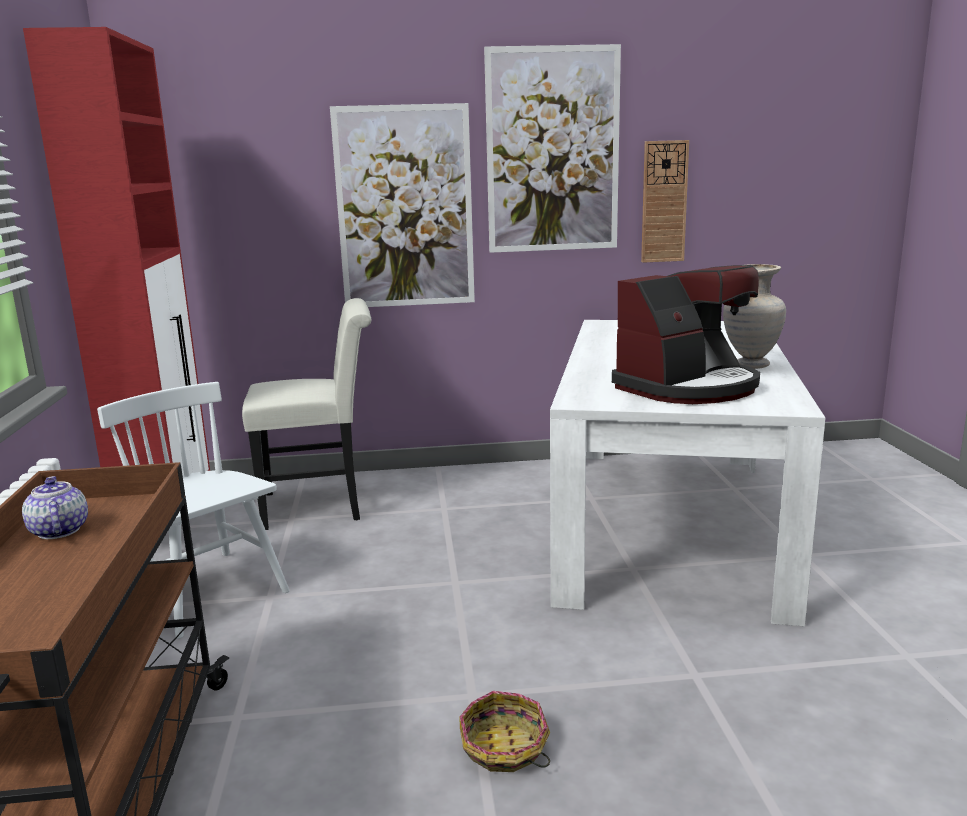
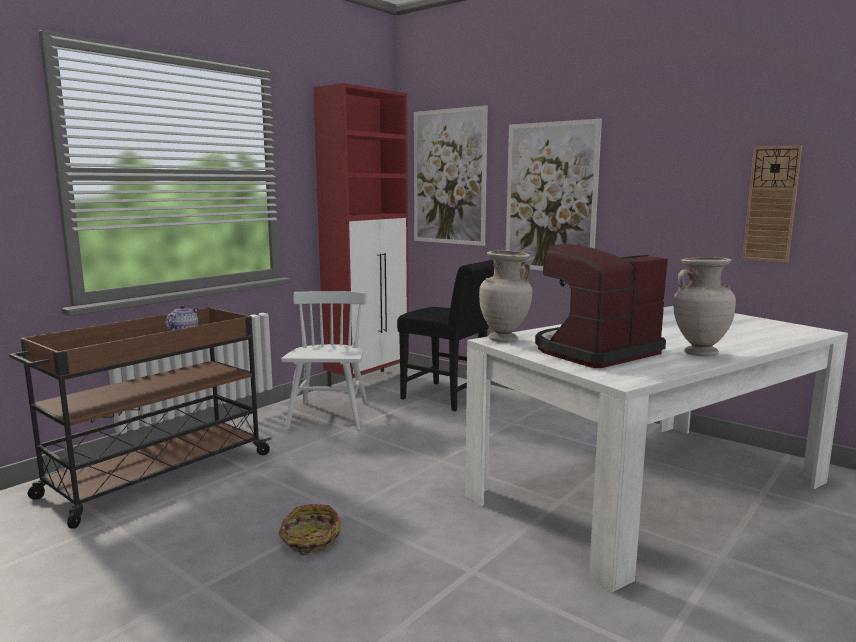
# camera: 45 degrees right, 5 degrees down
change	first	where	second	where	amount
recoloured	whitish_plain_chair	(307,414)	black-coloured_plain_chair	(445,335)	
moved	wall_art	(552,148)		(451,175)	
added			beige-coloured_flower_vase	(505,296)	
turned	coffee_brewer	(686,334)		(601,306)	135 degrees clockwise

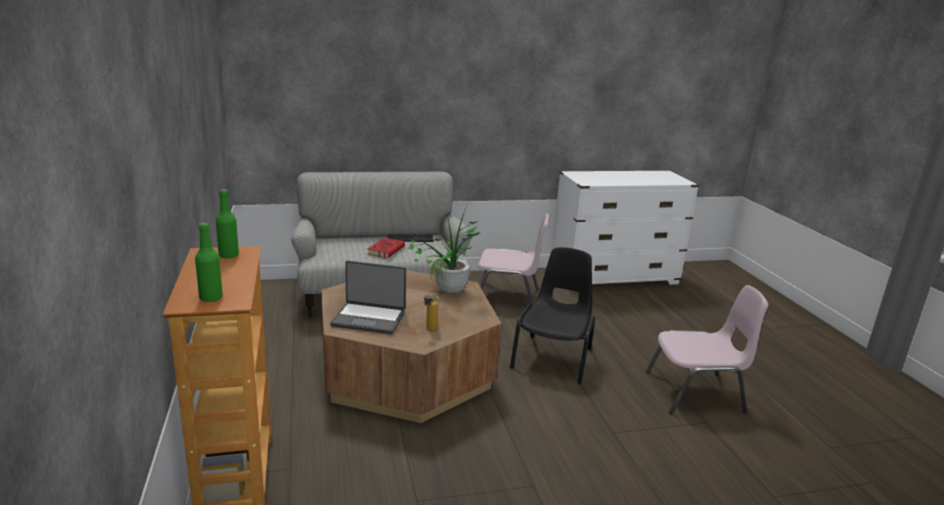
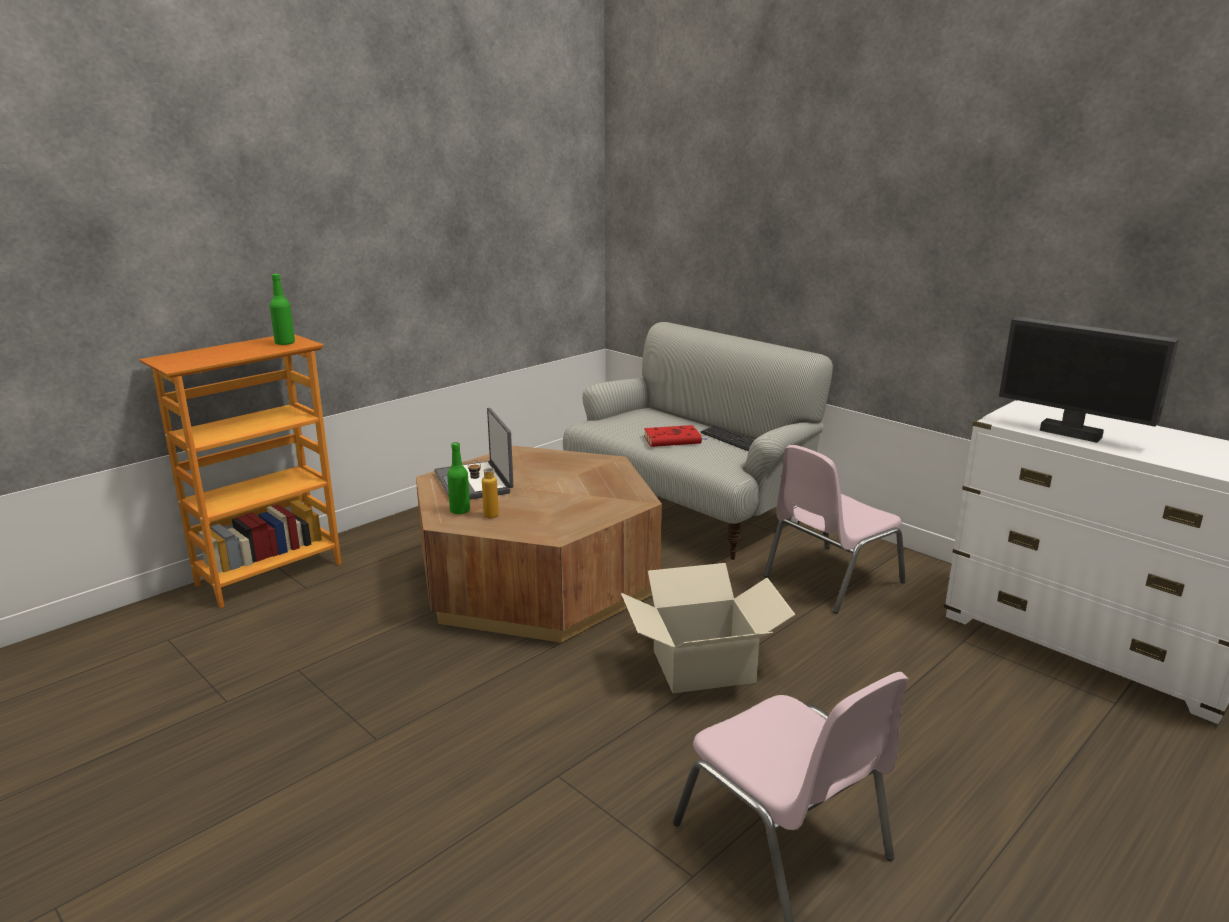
# camera: 60 degrees right, 0 degrees up
change	first	where	second	where	amount
moved	green_drink_bottle	(209,262)		(458,478)	
replaced	black-coloured_plain_chair	(552,315)	packing_box	(708,628)	
turned	pink_plain_chair	(513,259)		(835,529)	75 degrees clockwise
added			computer_display	(1089,380)	
removed	plant_in_a_pot	(443,250)			

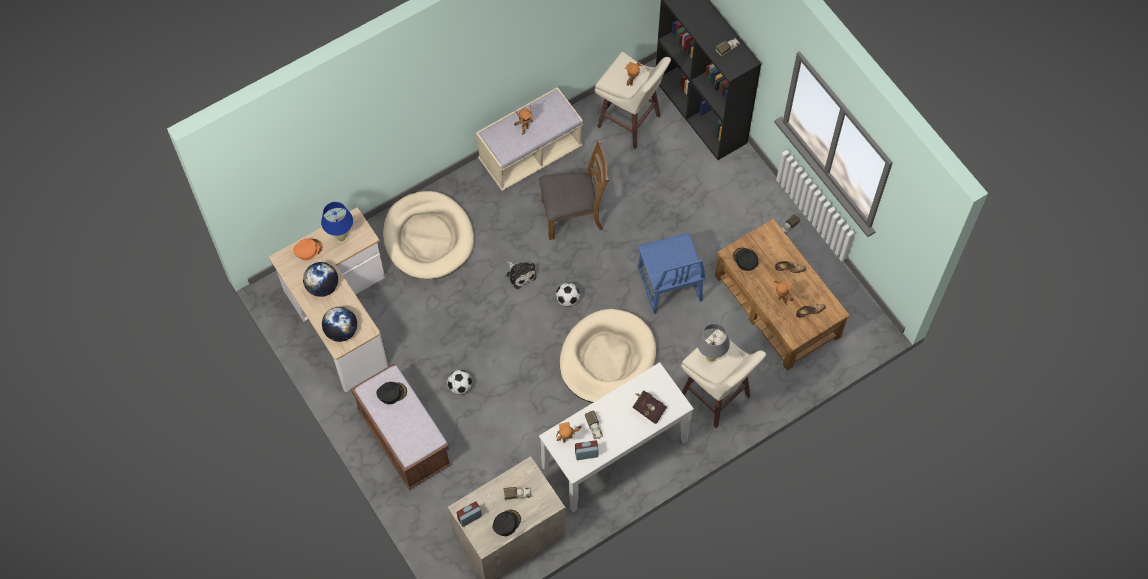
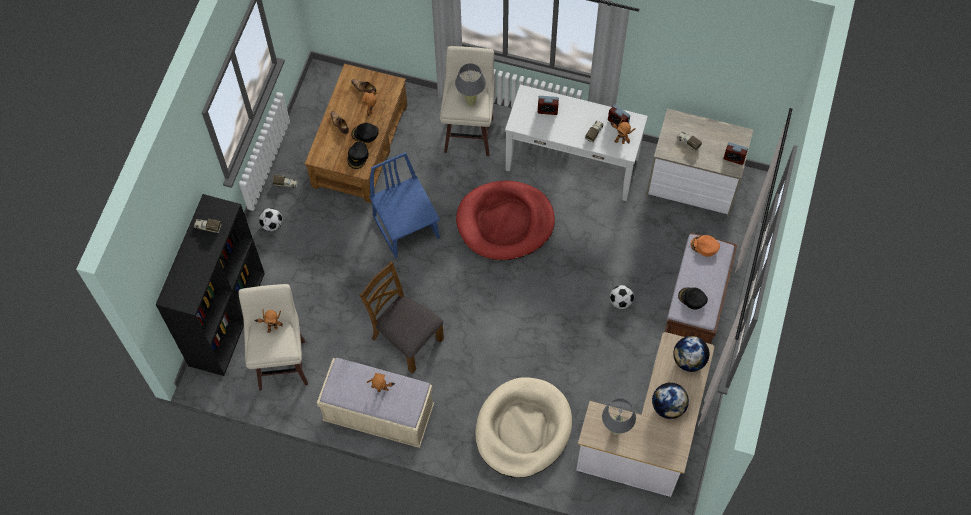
# camera: 130 degrees left, 0 degrees up
change	first	where	second	where	amount
moved	football	(568,295)		(270,219)	
moved	black-coloured_baseball_cap	(507,523)		(365,133)	
turned	bluish_plain_chair	(672,273)		(404,205)	60 degrees counterclockwise
recoloured	beige-coloured_pet_bed	(608,356)	reddish_pet_bed	(505,220)	
replaced	reddish_bound_book	(650,407)	bedside_clock	(548,105)	
recoloured	bluish_table_lamp	(337,222)	greyish_table_lamp	(619,416)	
moved	orange_baseball_cap	(308,249)		(705,246)	
removed	soft_toy	(521,275)			

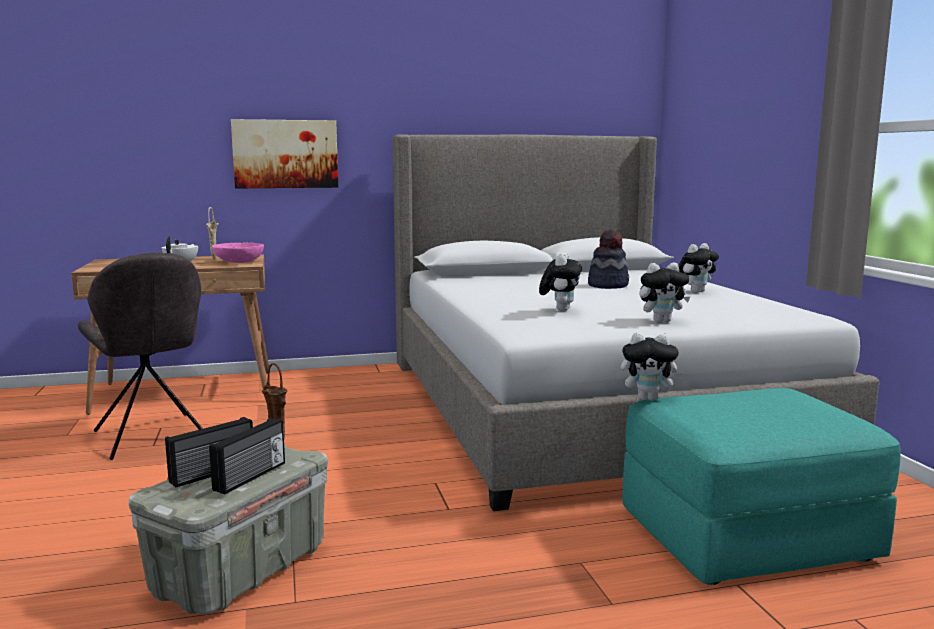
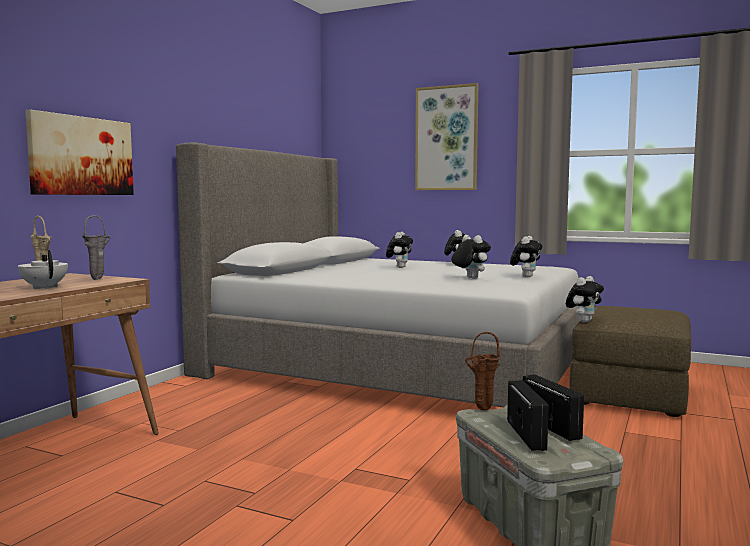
# camera: 50 degrees left, 5 degrees down
change	first	where	second	where	amount
replaced	pink_bowl	(238,252)	greyish_flower_vase	(96,247)	
replaced	clothing_hat	(608,259)	soft_toy	(399,250)	
added			wall_art	(446,136)	
recoloured	turquoise_pouffe	(762,486)	brown-coloured_pouffe	(630,361)	
removed	greyish_plain_chair	(140,356)			

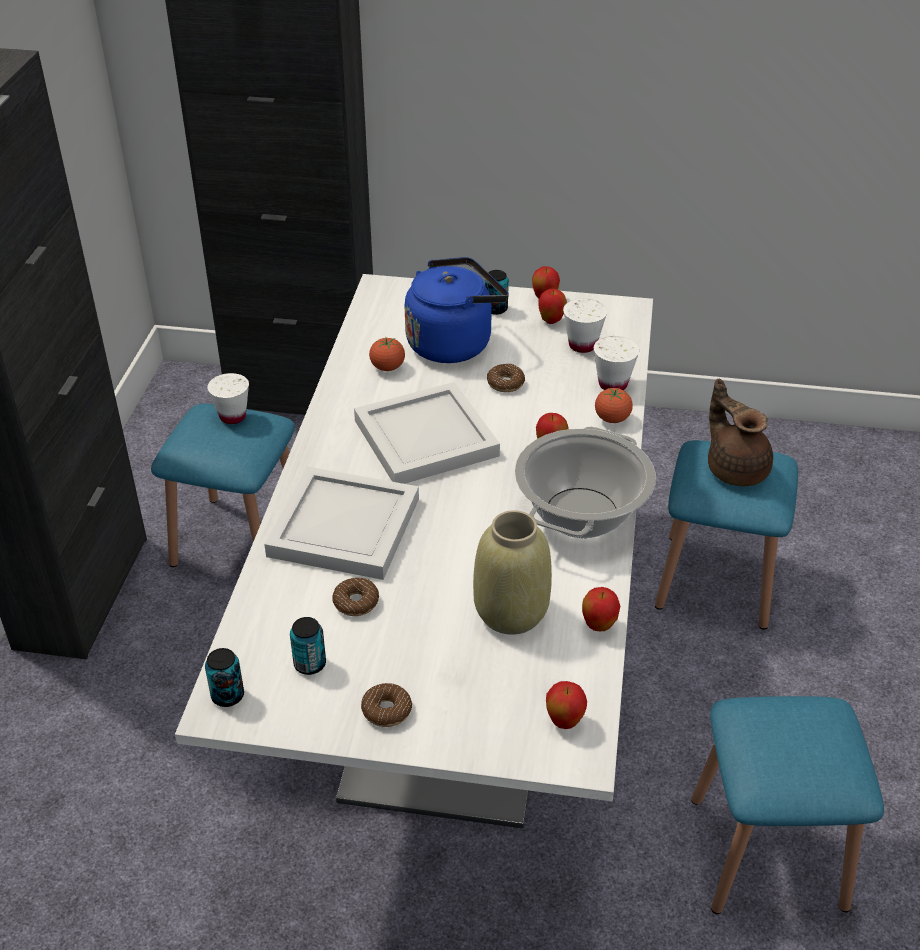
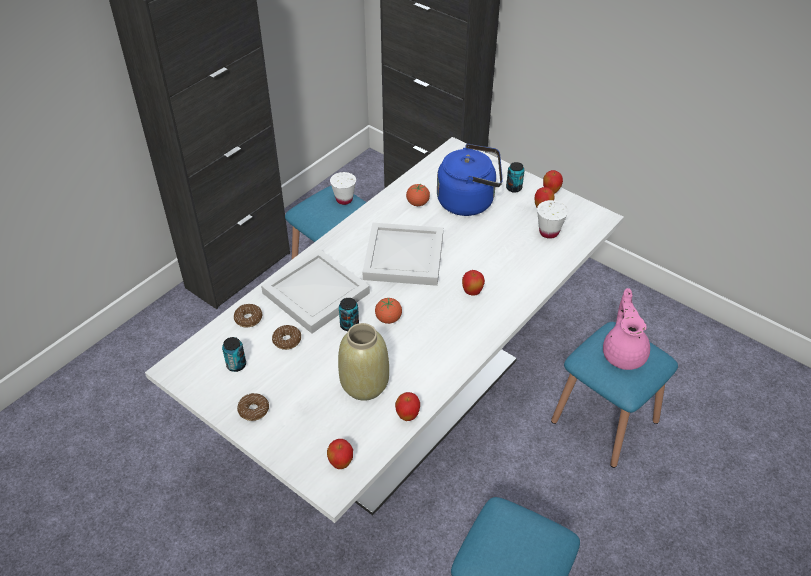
# camera: 30 degrees right, 5 degrees up
change	first	where	second	where	amount
moved	ring_doughnut	(506,378)		(248,315)	
moved	metal_can	(224,677)		(349,314)	
moved	fresh_tomato	(614,405)		(388,311)	
recoloured	brown-coloured_tea_pot	(740,432)	pink_tea_pot	(626,329)	
removed	cooking_pot	(585,482)			
removed	whitish_cup	(617,363)			

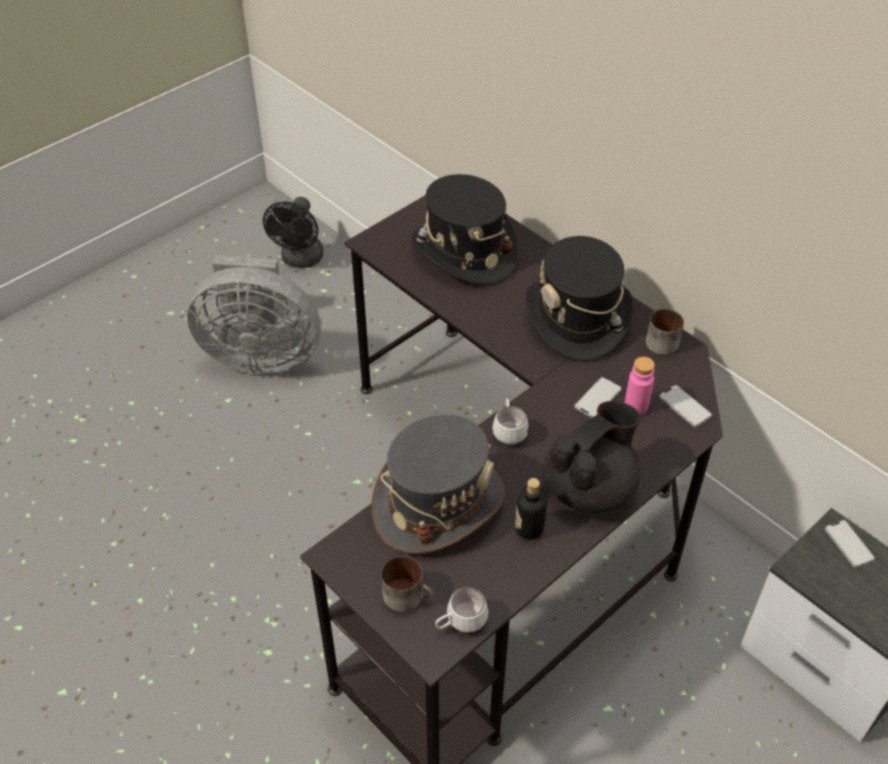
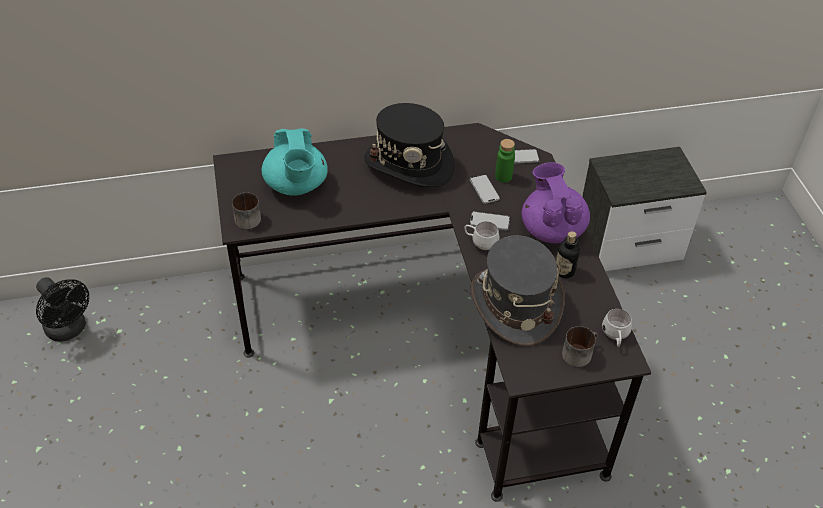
# camera: 60 degrees left, 0 degrees up
change	first	where	second	where	amount
moved	coffee_mug	(665,332)		(246,210)	
replaced	black-coloured_clothing_hat	(465,230)	turquoise_tea_pot	(294,161)	
moved	telephone	(850,544)		(490,221)	
recoloured	pink_drink_bottle	(640,386)	green_drink_bottle	(505,161)	
recoloured	black-coloured_tea_pot	(592,457)	purple-coloured_tea_pot	(555,202)	
removed	greyish_fan	(254,315)			

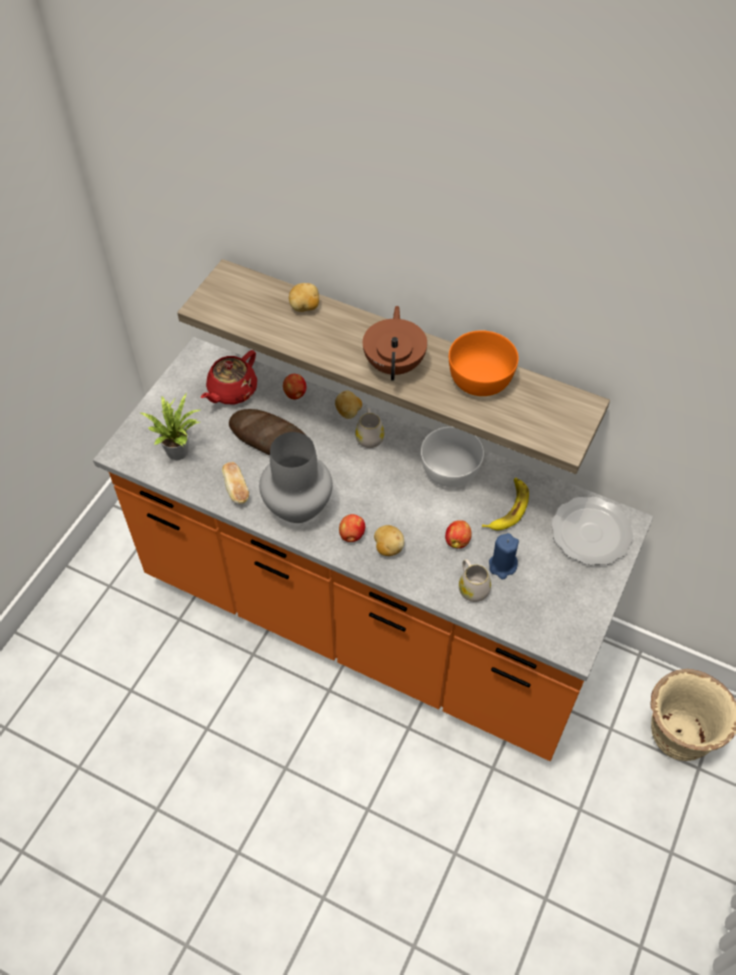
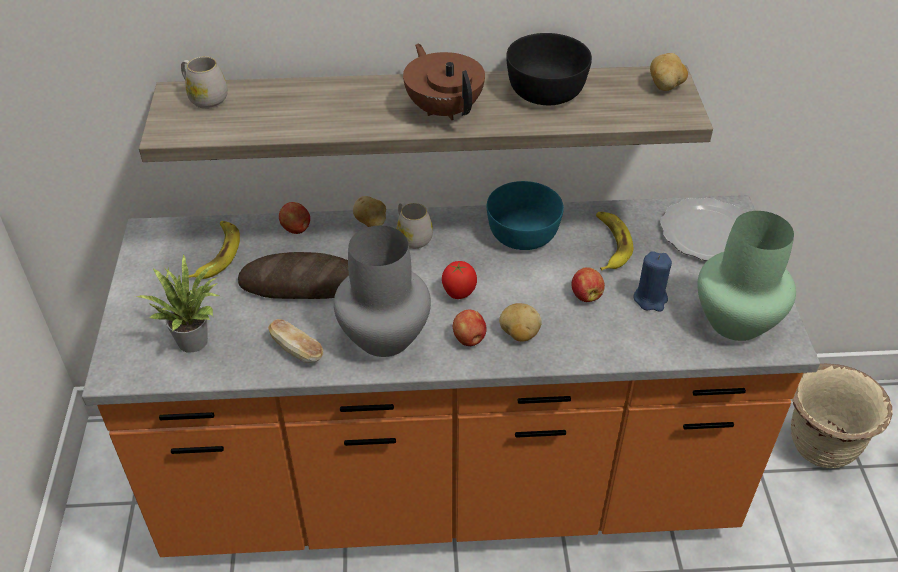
# camera: 30 degrees left, 10 degrees down
change	first	where	second	where	amount
moved	whitish_coffee_mug	(475,580)		(204,82)	
replaced	reddish_tea_pot	(229,377)	banana	(214,250)	
added			fresh_tomato	(459,280)	
recoloured	whitish_bowl	(452,457)	turquoise_bowl	(525,215)	
recoloured	orange_bowl	(483,363)	black-coloured_bowl	(549,69)	
moved	potato	(304,297)		(669,72)	
added			green_flower_vase	(746,276)	

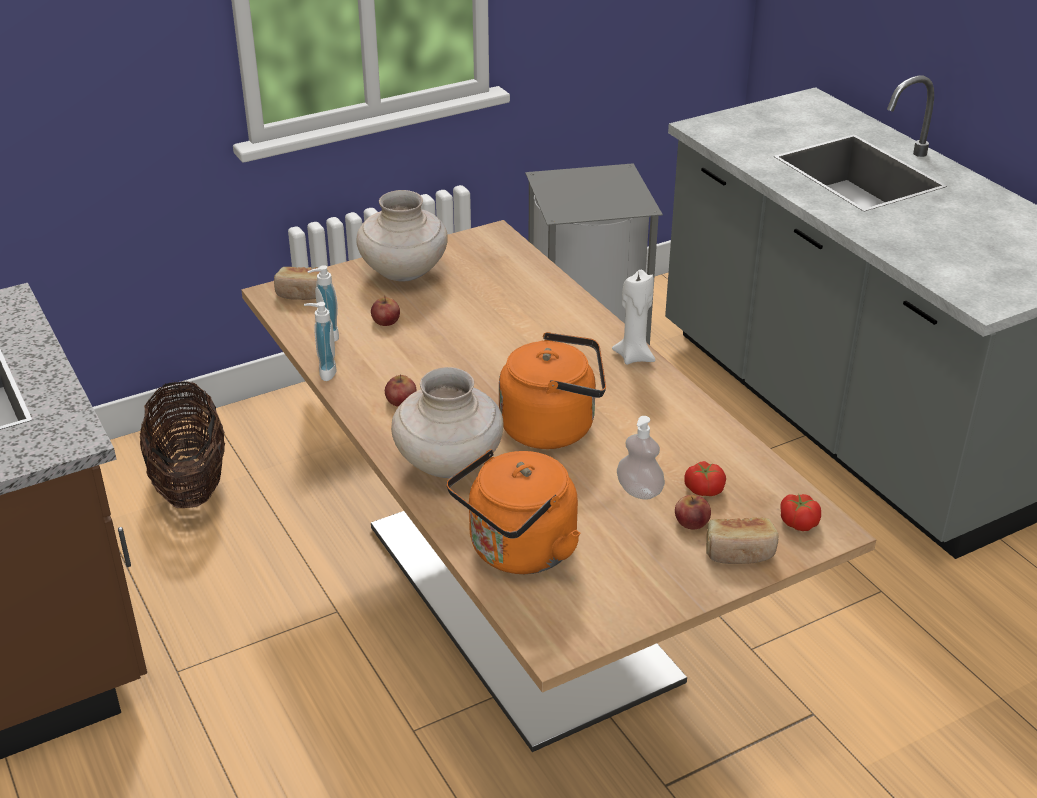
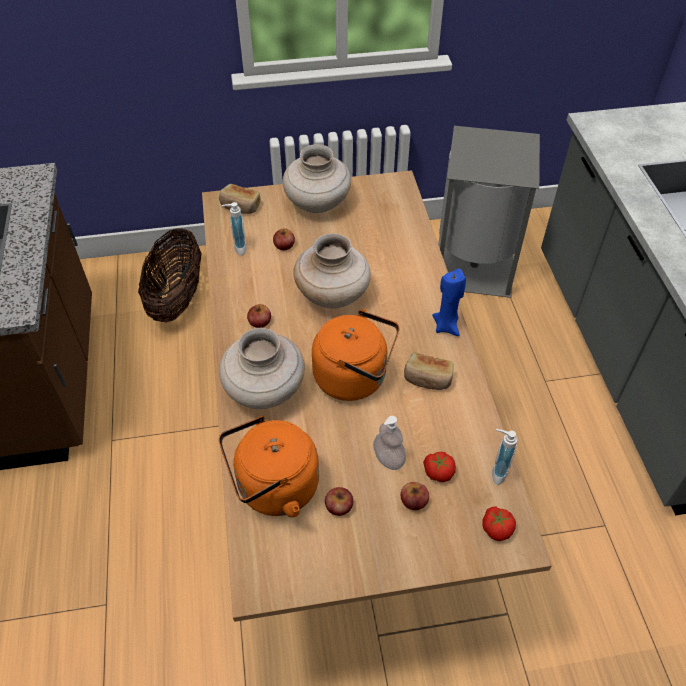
# camera: 20 degrees right, 15 degrees up
change	first	where	second	where	amount
added			beige-coloured_flower_vase	(332,270)	
added			apple_fruit	(339,501)	
moved	bakery_bread	(742,540)		(429,371)	
recoloured	whitish_candle	(633,317)	bluish_candle	(449,302)	
moved	soap_bottle	(320,341)		(504,457)	

